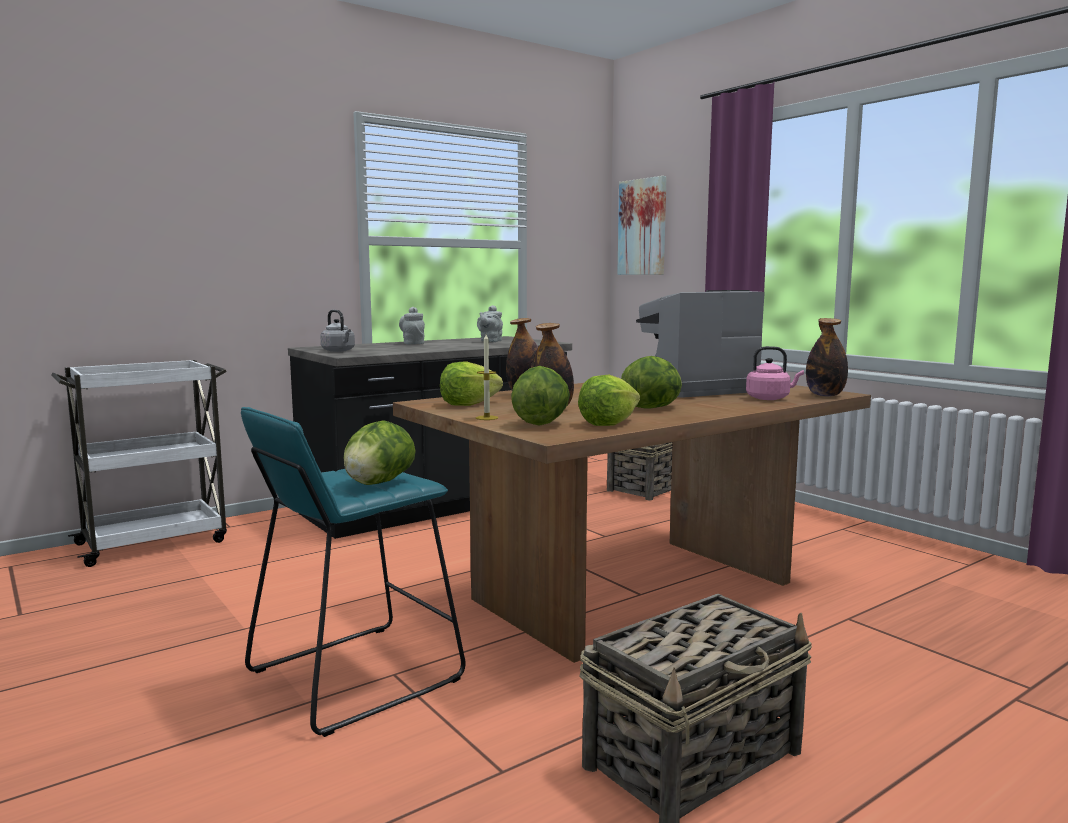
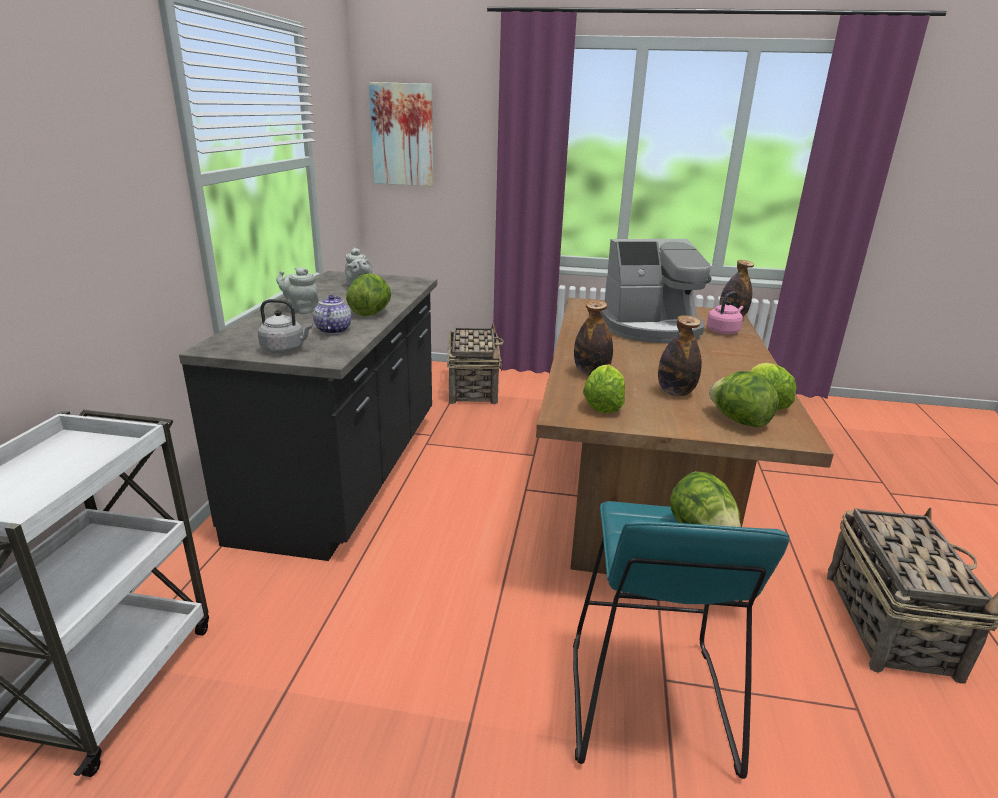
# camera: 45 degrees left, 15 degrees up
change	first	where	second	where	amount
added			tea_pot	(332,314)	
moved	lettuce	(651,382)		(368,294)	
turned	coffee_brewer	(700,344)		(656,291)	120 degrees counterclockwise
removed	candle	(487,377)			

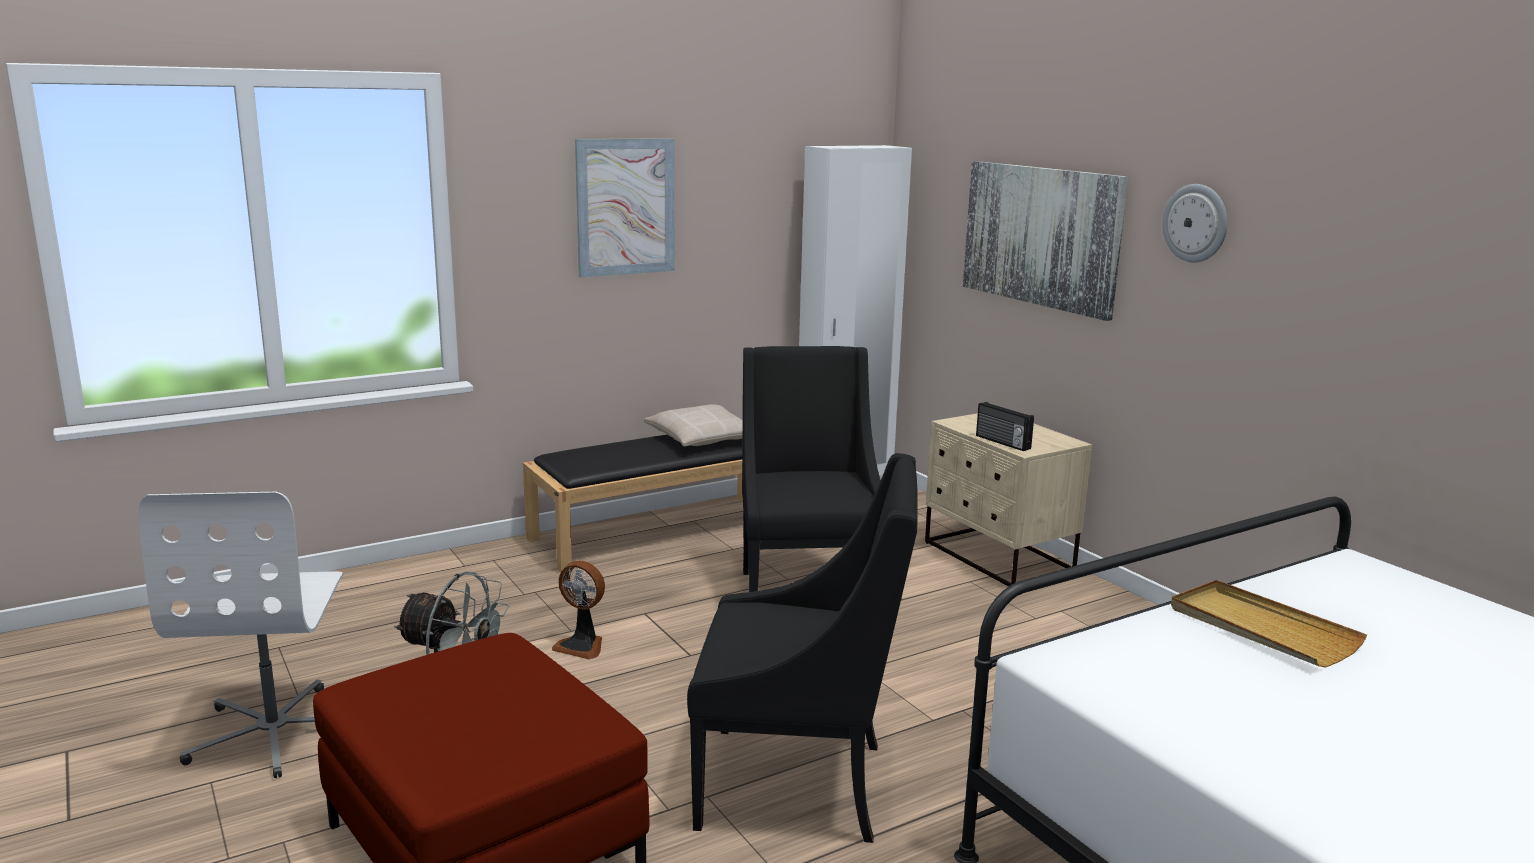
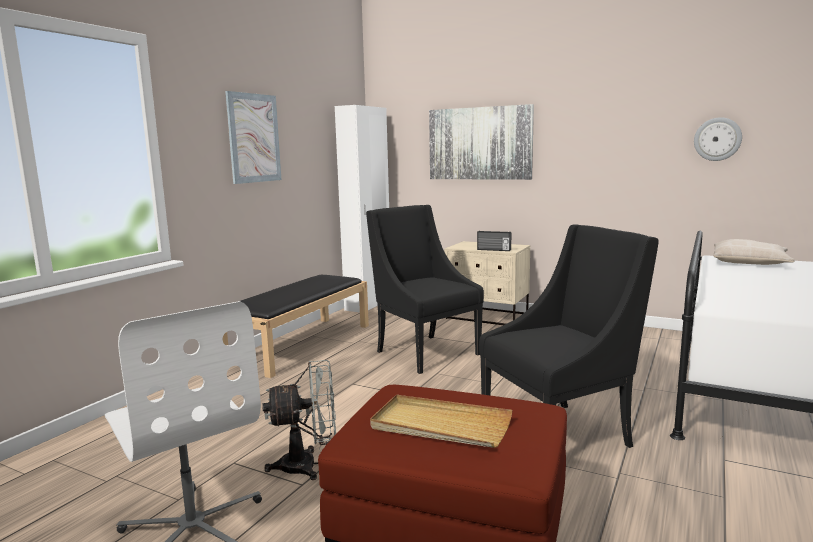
# camera: 30 degrees left, 5 degrees down
change	first	where	second	where	amount
moved	beige-coloured_serving_tray	(1269,624)		(441,421)	
moved	wall_clock	(1195,223)		(718,139)	
moved	beige-coloured_cushion	(693,425)		(754,252)	
removed	fan	(578,609)			

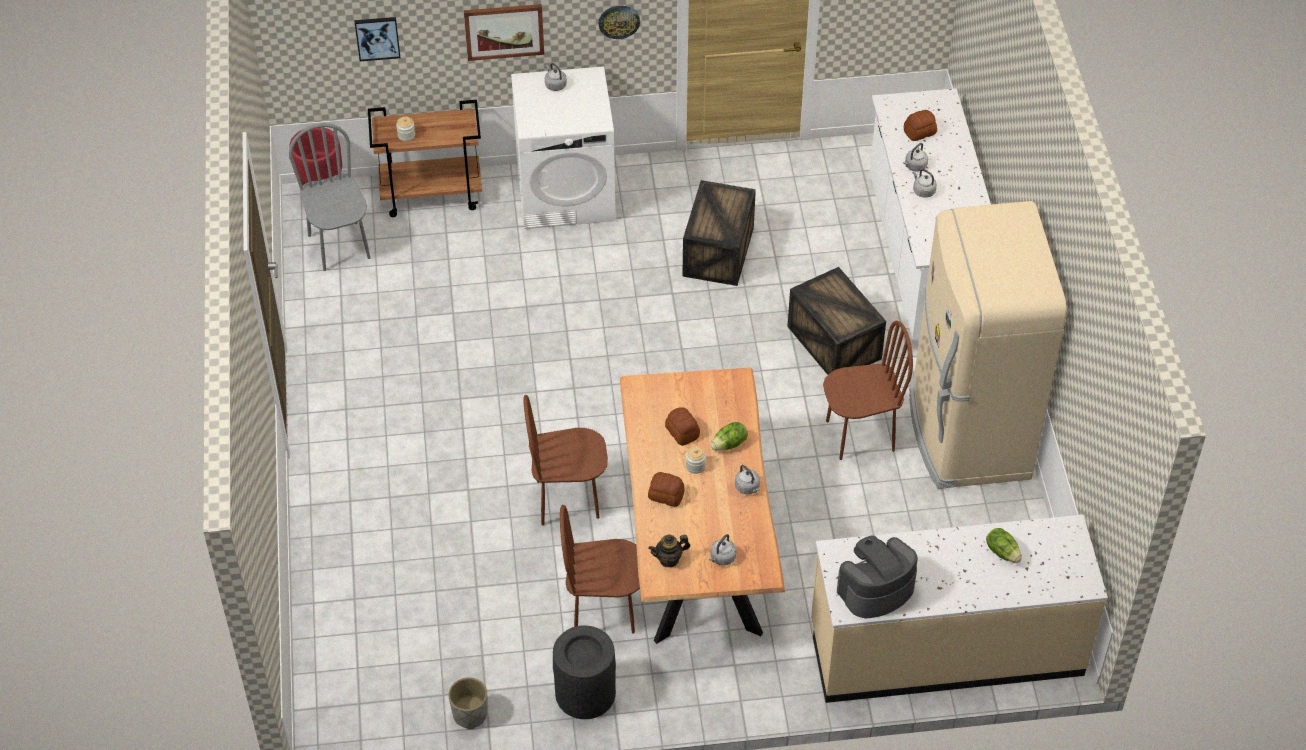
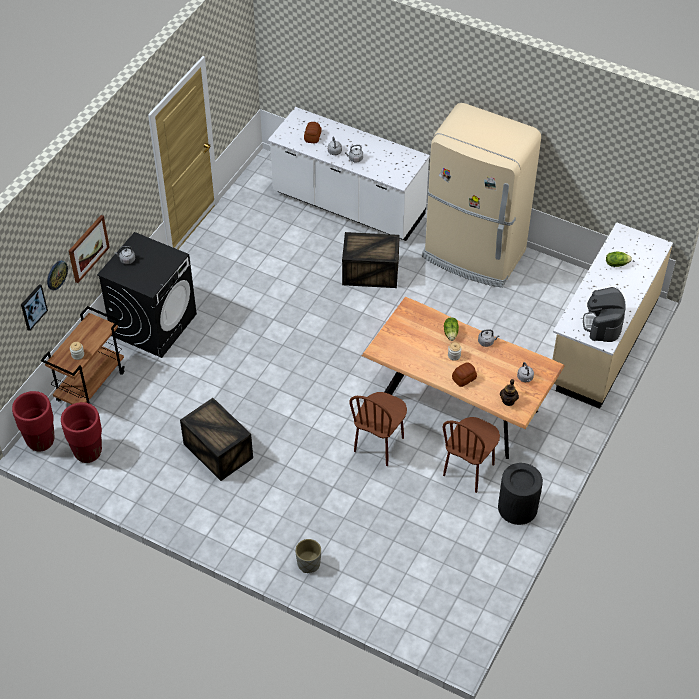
# camera: 55 degrees left, 0 degrees up
change	first	where	second	where	amount
moved	wall_clock	(619,22)		(57,275)	
replaced	greyish_plain_chair	(329,197)	reddish_planter	(81,432)	
recoloured	whitish_washing_machine	(563,147)	black-coloured_washing_machine	(147,295)	
moved	shipping_crate	(719,233)		(216,439)	
moved	greyish_planter	(467,703)		(308,556)	
removed	bakery_bread	(682,426)			
removed	brown-coloured_plain_chair	(868,390)			

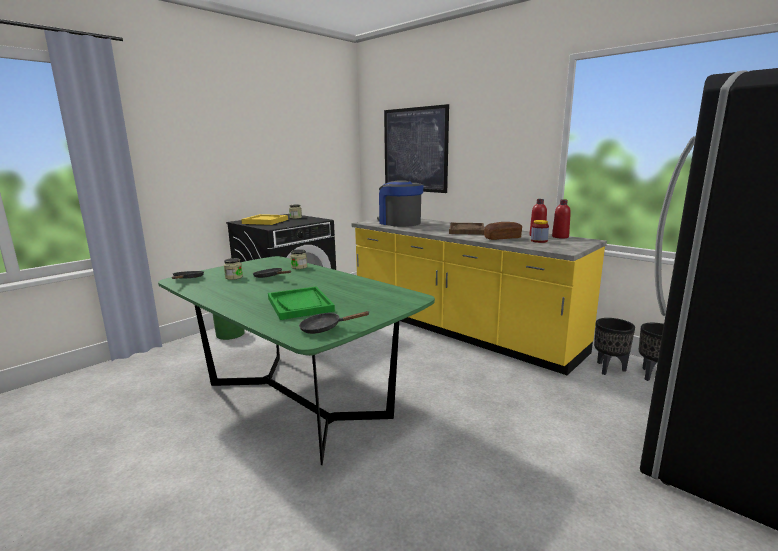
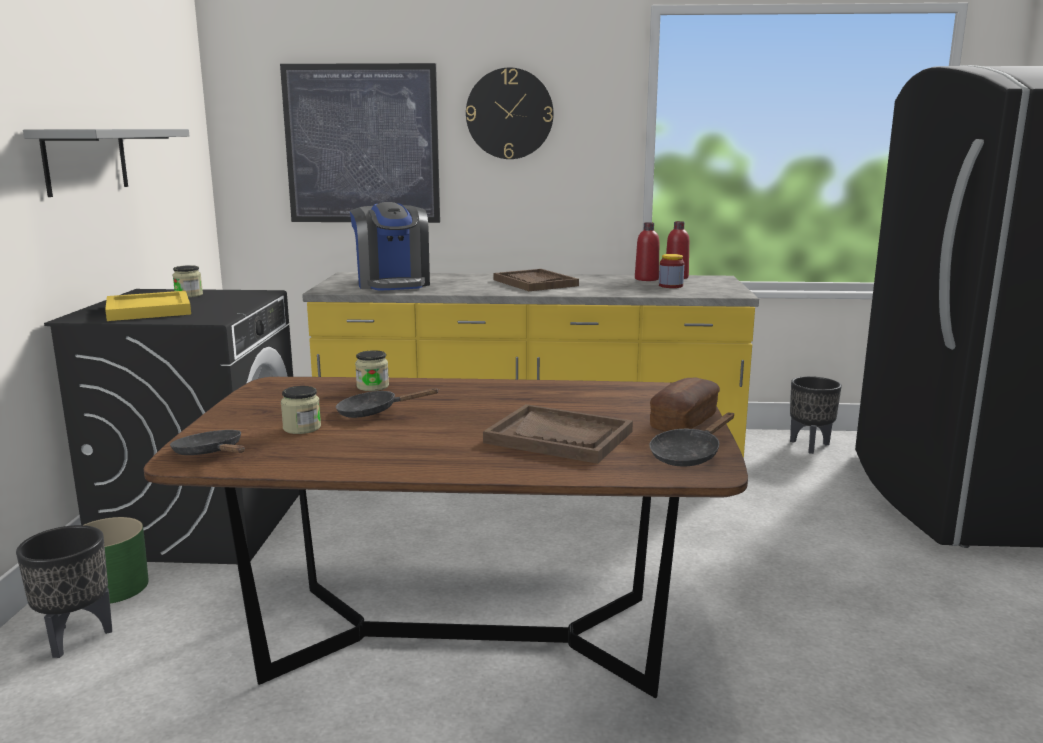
# camera: 40 degrees left, 0 degrees up
change	first	where	second	where	amount
moved	black-coloured_planter	(614,346)		(64,591)	
added			greyish_wall_shelf	(106,163)	
recoloured	green_dining_table	(296,360)	brown-coloured_dining_table	(446,537)	
turned	coffee_brewer	(400,203)		(390,246)	120 degrees counterclockwise
added			wall_clock	(510,113)	
recoloured	green_serving_tray	(301,303)	brown-coloured_serving_tray	(558,434)	
moved	bakery_bread	(503,231)		(685,404)	

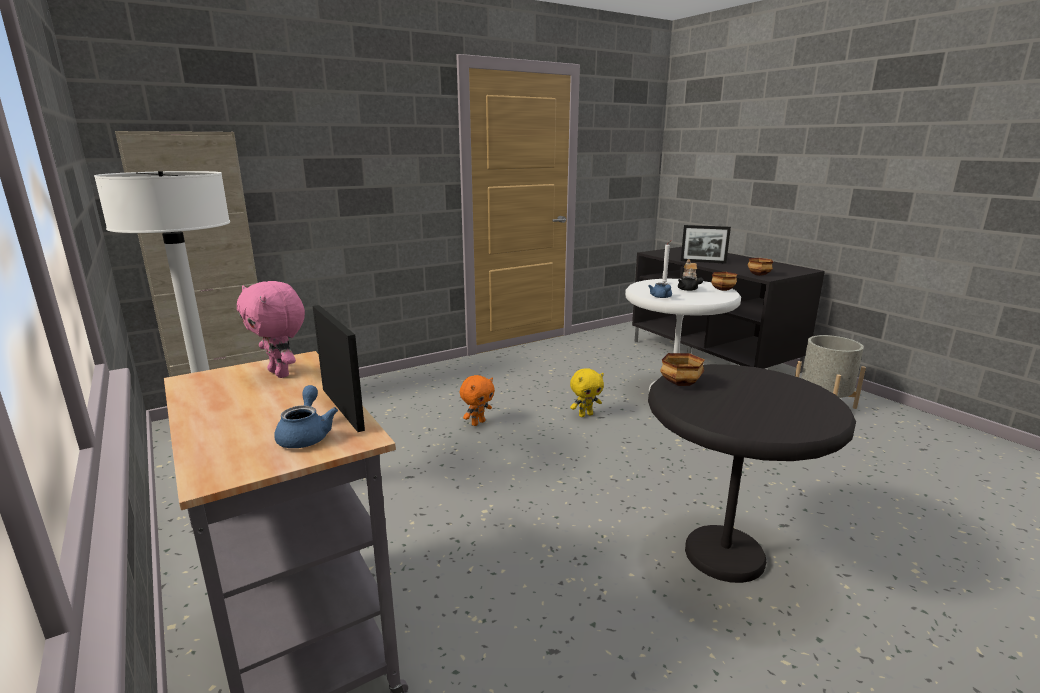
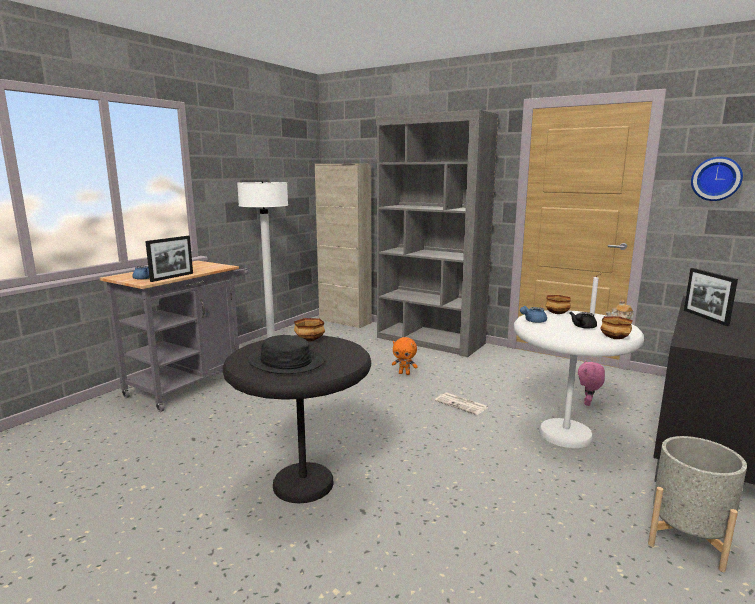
# camera: 65 degrees right, 5 degrees down
change	first	where	second	where	amount
added			black-coloured_clothing_hat	(286,354)	
added			greyish_bookcase	(437,233)	
replaced	yellow_soft_toy	(587,392)	newspaper	(461,404)	
moved	bowl	(760,267)		(558,304)	
moved	pink_soft_toy	(271,329)		(591,383)	
added			wall_clock	(717,179)	

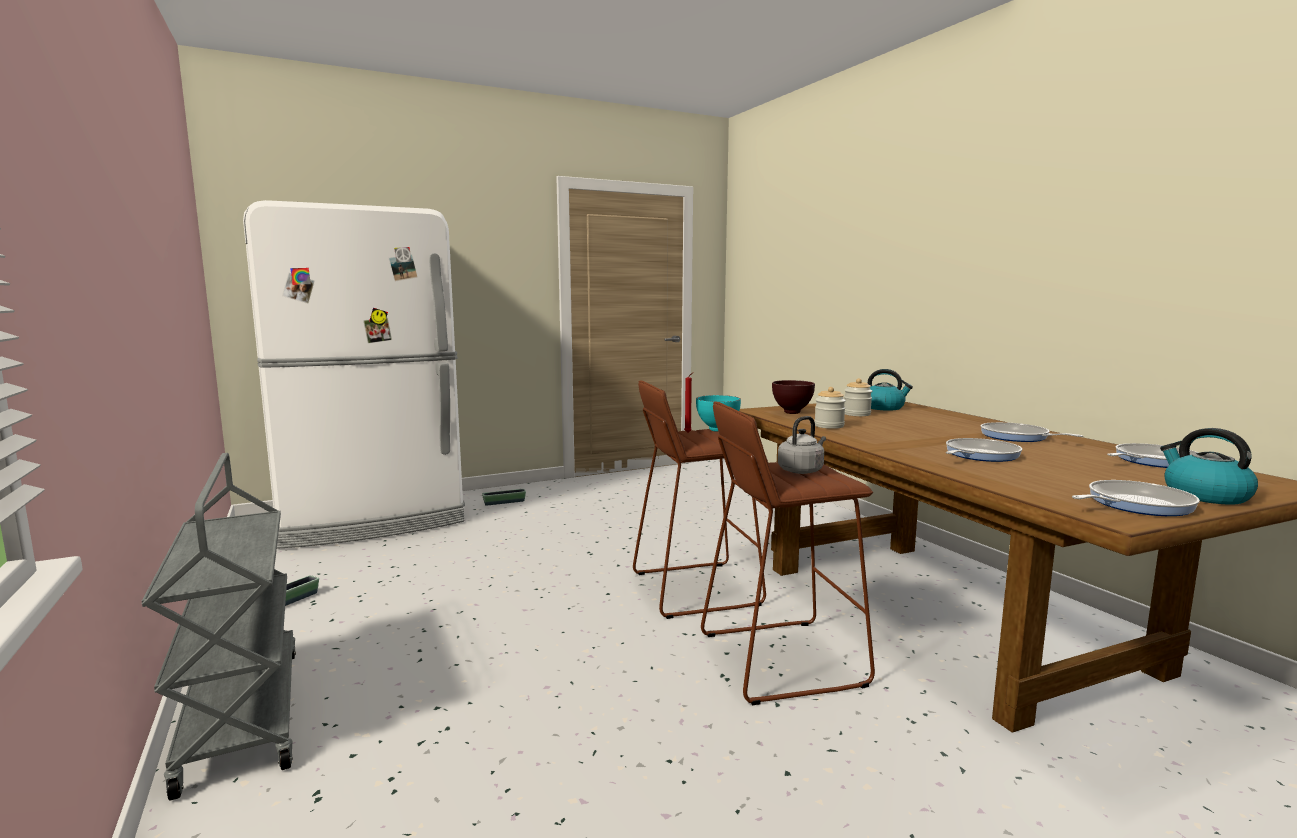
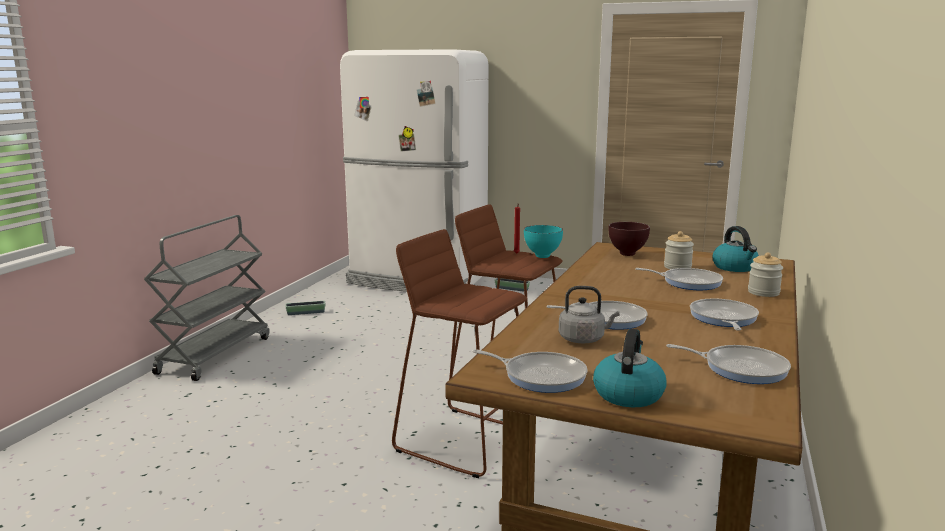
# camera: 45 degrees right, 5 degrees up
change	first	where	second	where	amount
moved	greyish_tea_kettle	(802,445)		(589,314)	
added			frying_pan	(679,279)	
moved	storage_jar	(830,408)		(765,274)	

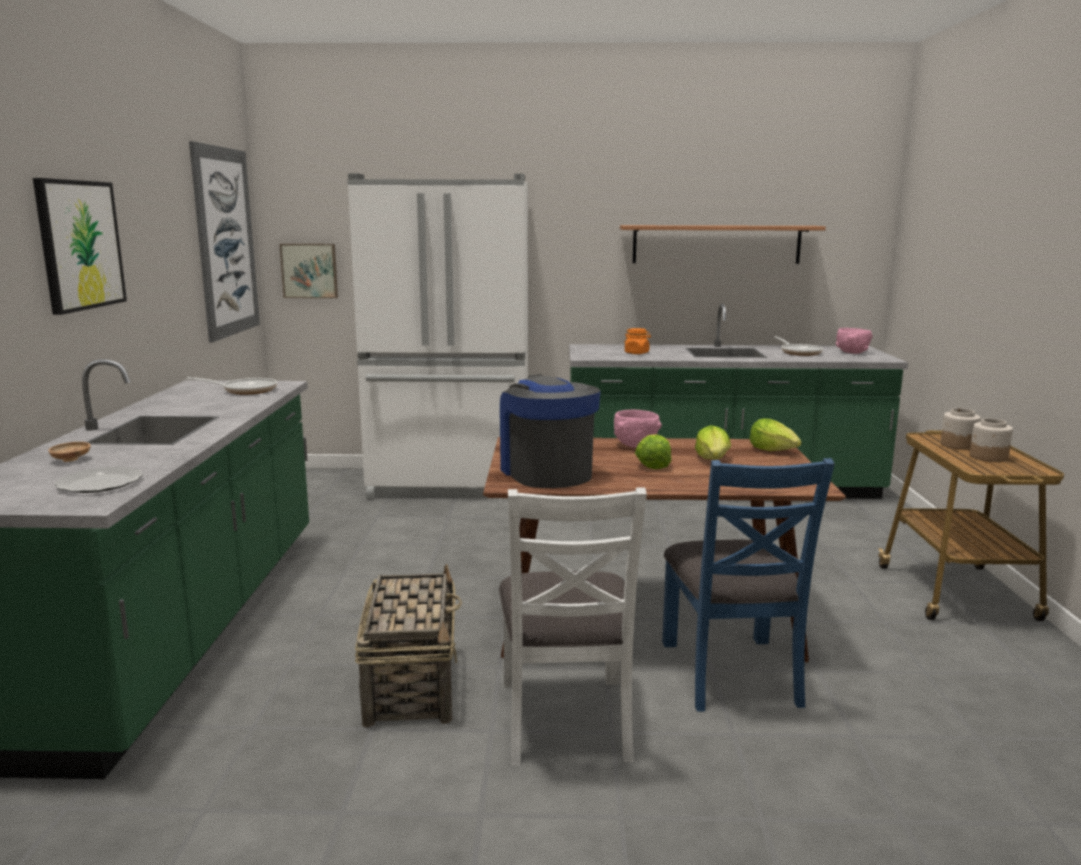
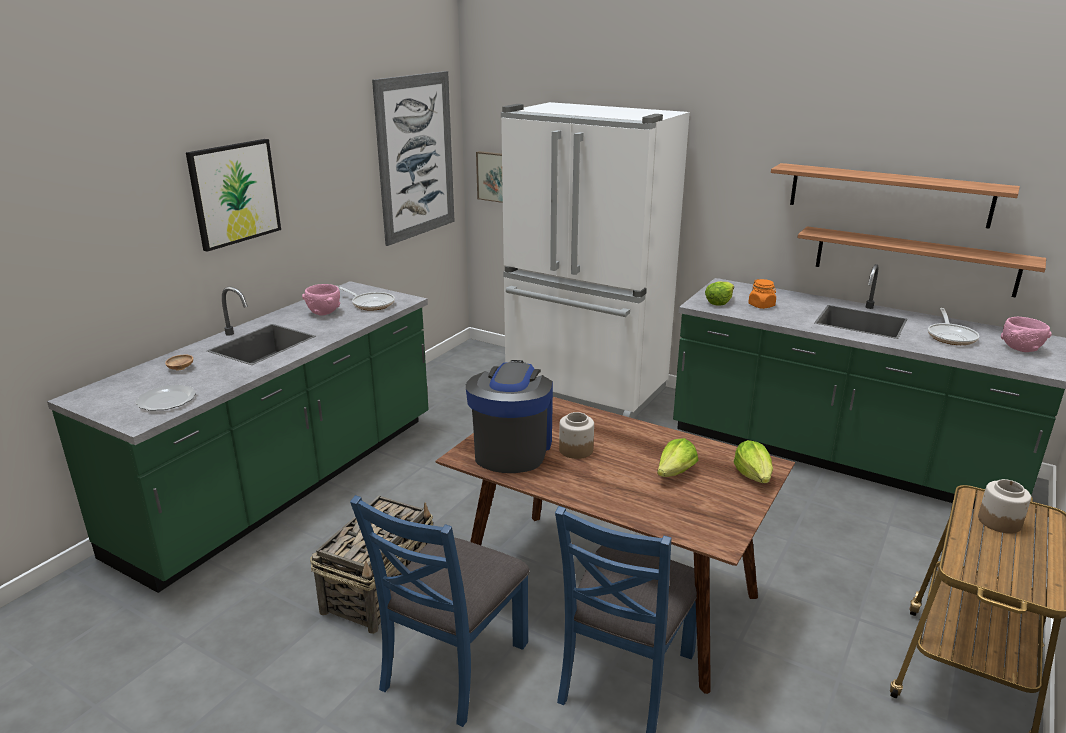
# camera: 30 degrees right, 10 degrees up
change	first	where	second	where	amount
moved	pink_bowl	(638,428)		(321,300)	
recoloured	whitish_plain_chair	(573,626)	bluish_plain_chair	(440,611)	
moved	storage_jar	(991,440)		(576,435)	
moved	lettuce	(653,451)		(719,293)	
added			wall_shelf	(921,262)	

